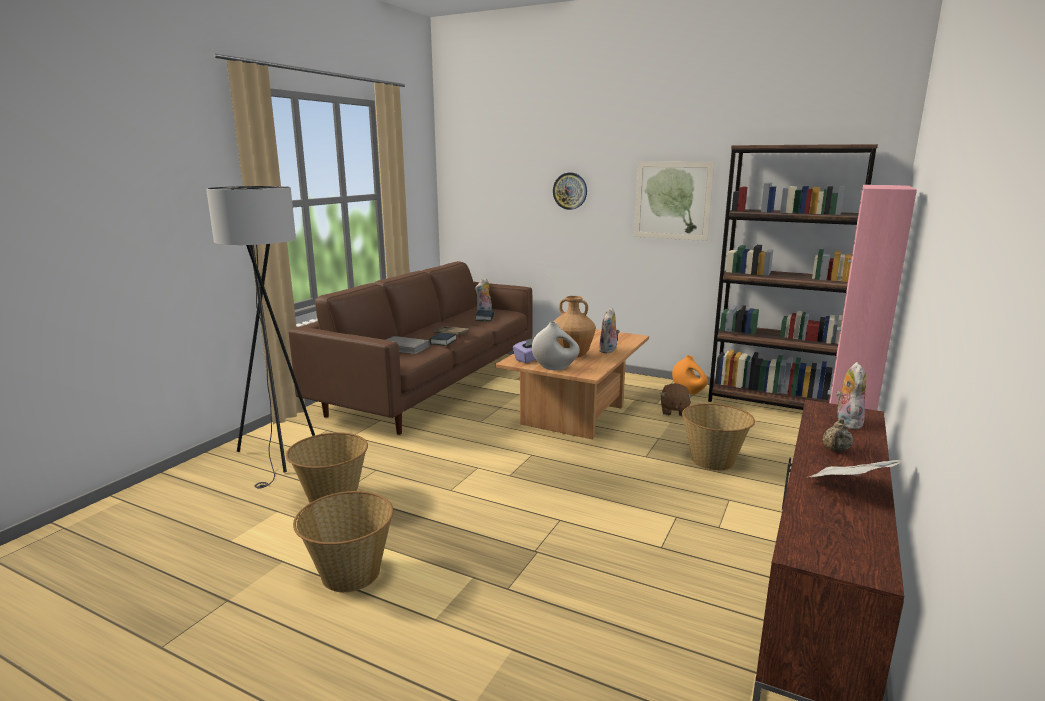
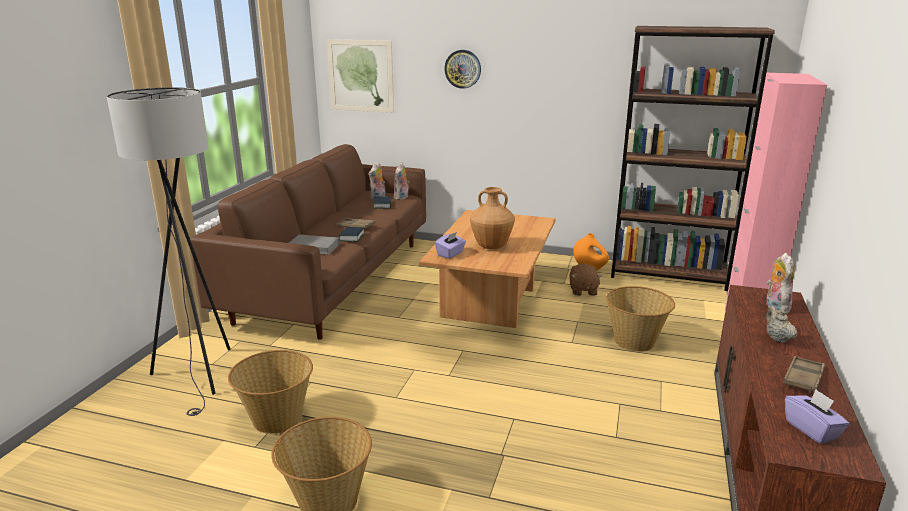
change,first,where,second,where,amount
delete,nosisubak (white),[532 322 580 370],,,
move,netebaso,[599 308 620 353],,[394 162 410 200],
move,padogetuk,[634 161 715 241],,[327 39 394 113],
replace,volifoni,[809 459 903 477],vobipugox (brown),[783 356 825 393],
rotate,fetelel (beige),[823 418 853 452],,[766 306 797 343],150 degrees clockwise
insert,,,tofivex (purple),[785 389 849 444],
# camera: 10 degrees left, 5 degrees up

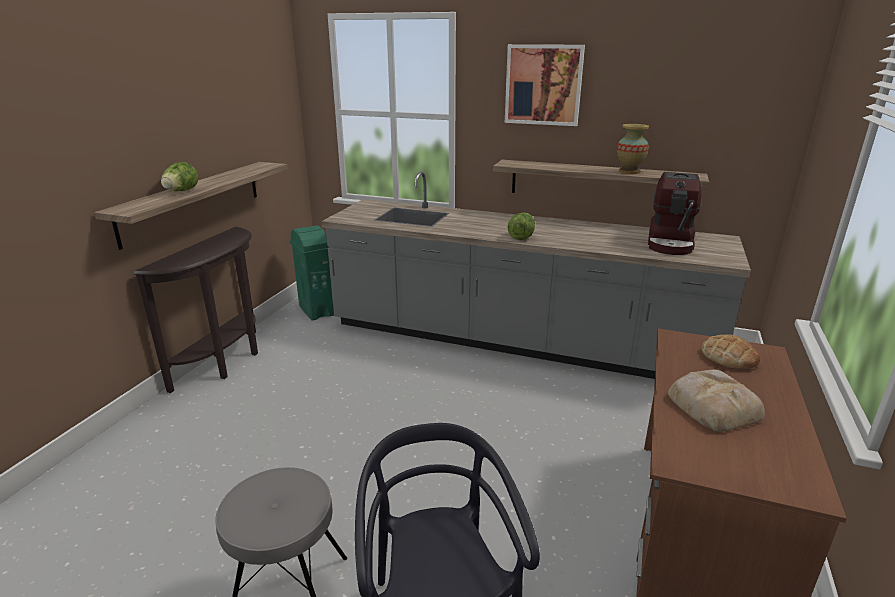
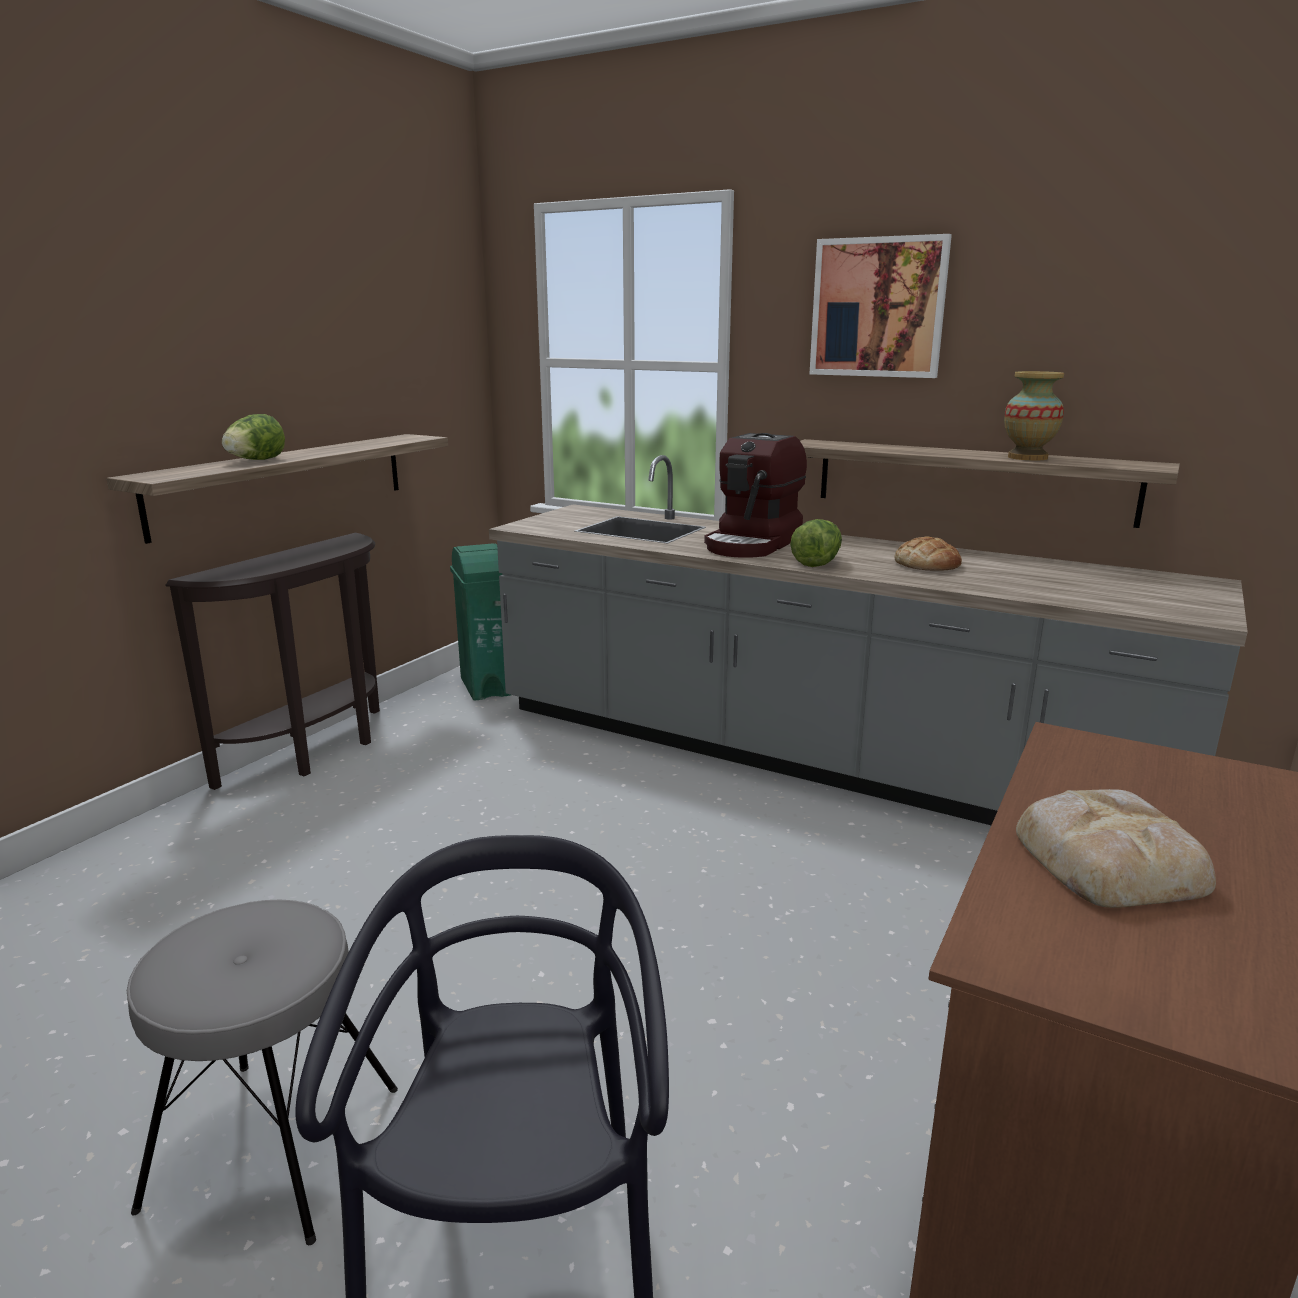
change,first,where,second,where,amount
move,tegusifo,[648 172 702 255],,[704 433 807 558],
move,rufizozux,[701 334 760 369],,[894 536 962 571],
# camera: 10 degrees right, 5 degrees down

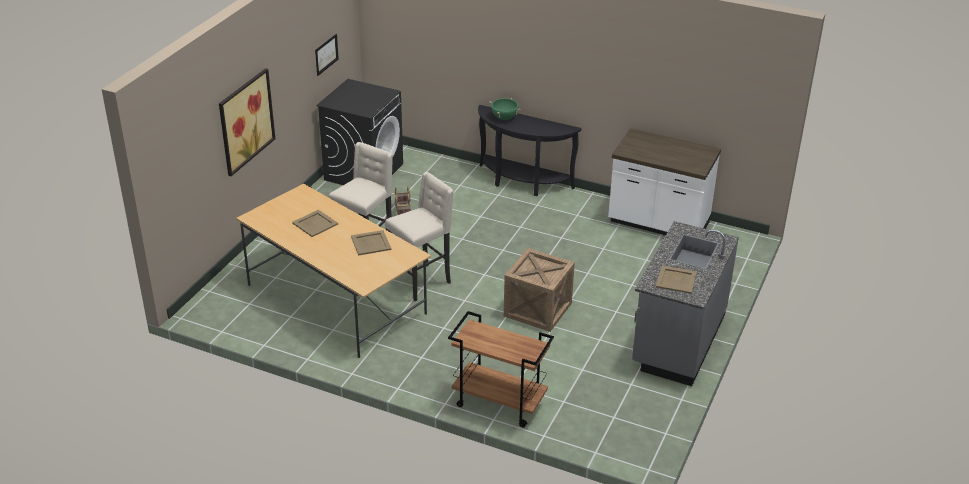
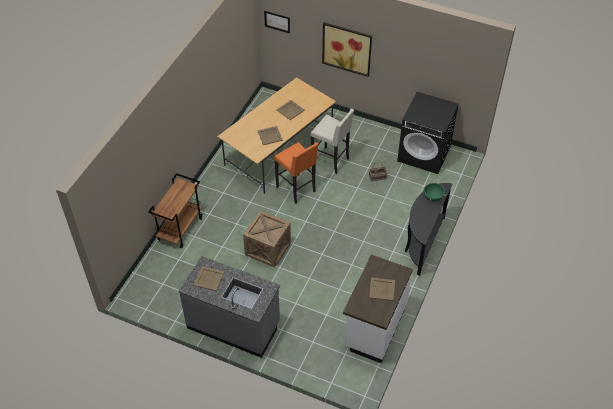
change,first,where,second,where,amount
move,padogetuk,[315 34 339 76],,[264 11 290 34],
recolor,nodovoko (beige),[385 172 454 301],nodovoko (orange),[274 142 318 204],
insert,,,vobipugox (beige),[369 277 395 301],
# camera: 90 degrees right, 15 degrees up

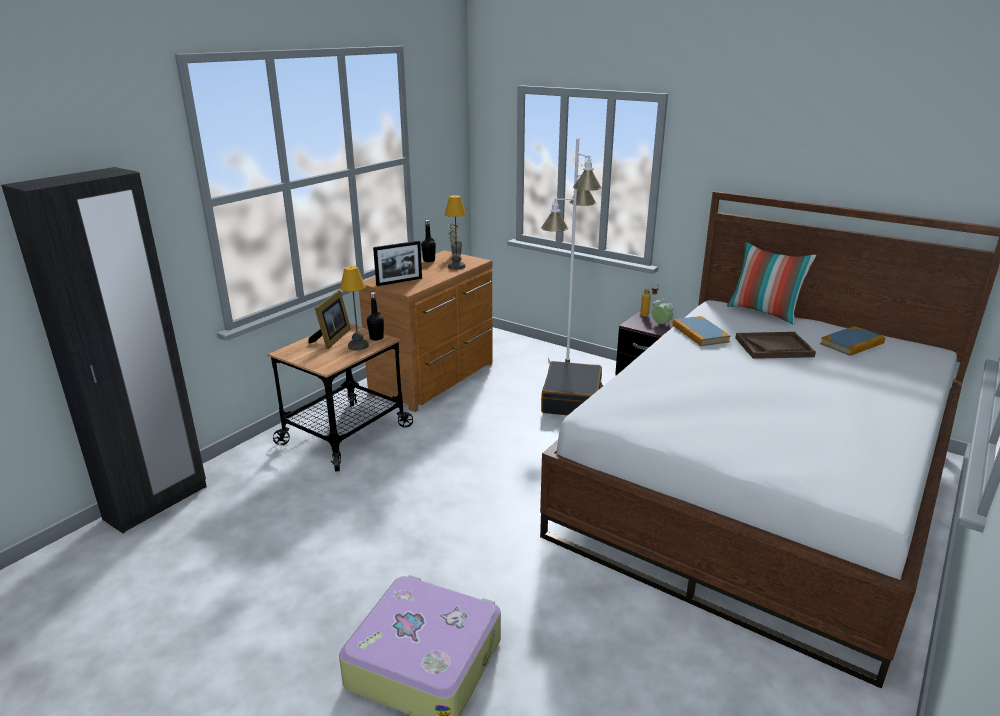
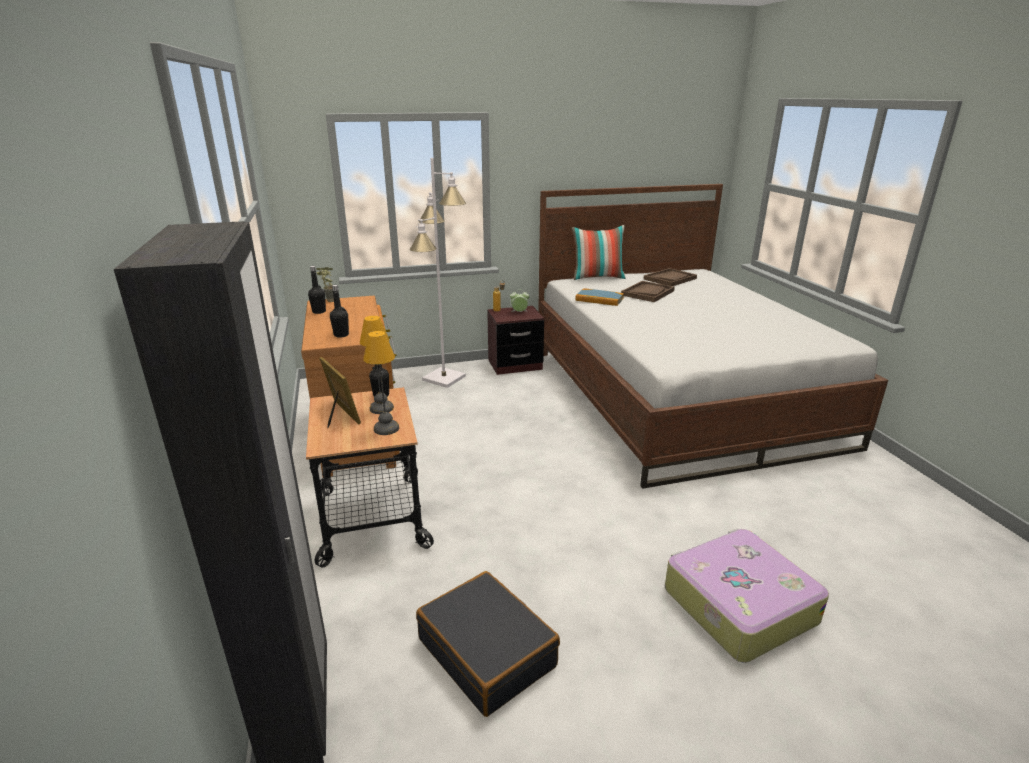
change,first,where,second,where,amount
replace,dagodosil,[373 241 422 286],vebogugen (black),[330 285 349 338],
move,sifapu,[445 195 466 270],,[363 331 399 435],
move,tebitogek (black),[541 361 603 415],,[416 571 560 717],
replace,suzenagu,[820 326 885 356],vobipugox (brown),[643 268 697 286],
# camera: 50 degrees left, 0 degrees up

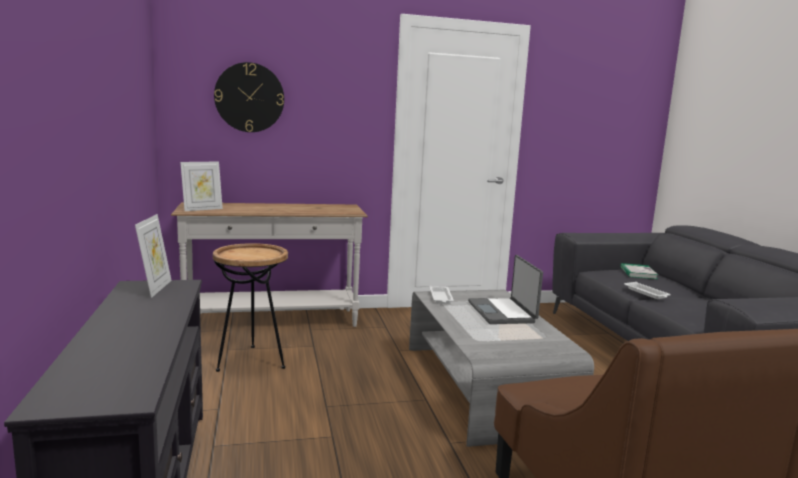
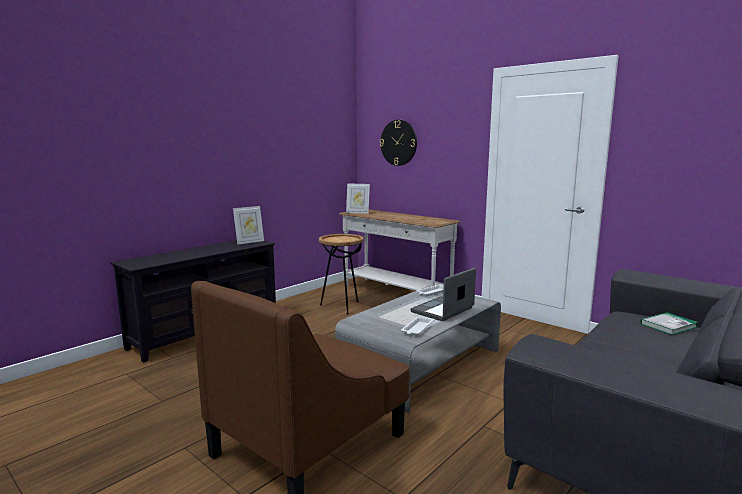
change,first,where,second,where,amount
move,vobipugox (white),[624 282 671 299],,[401 316 434 336],
# camera: 55 degrees right, 0 degrees up

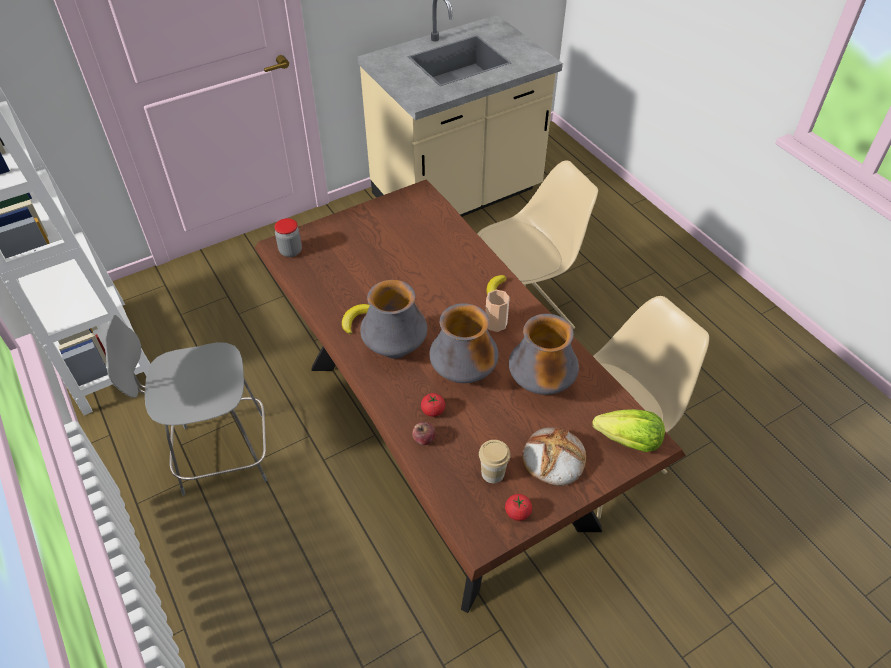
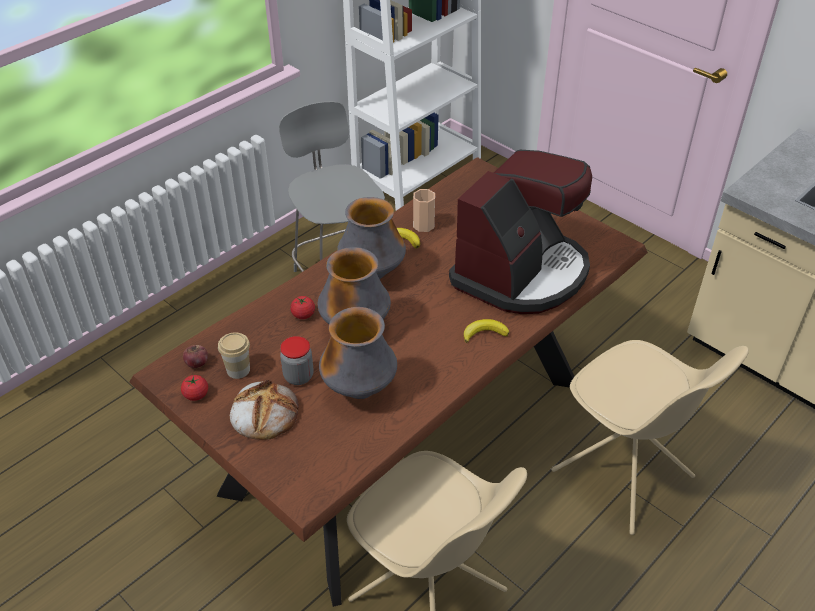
change,first,where,second,where,amount
move,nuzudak,[274 218 302 257],,[280 336 313 385],
move,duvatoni,[412 422 435 445],,[183 345 208 368],
move,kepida,[485 290 510 332],,[413 189 435 232],
delete,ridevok,[593 409 665 452],,,
insert,,,tegusifo,[449 150 592 314],
# camera: 75 degrees right, 5 degrees down

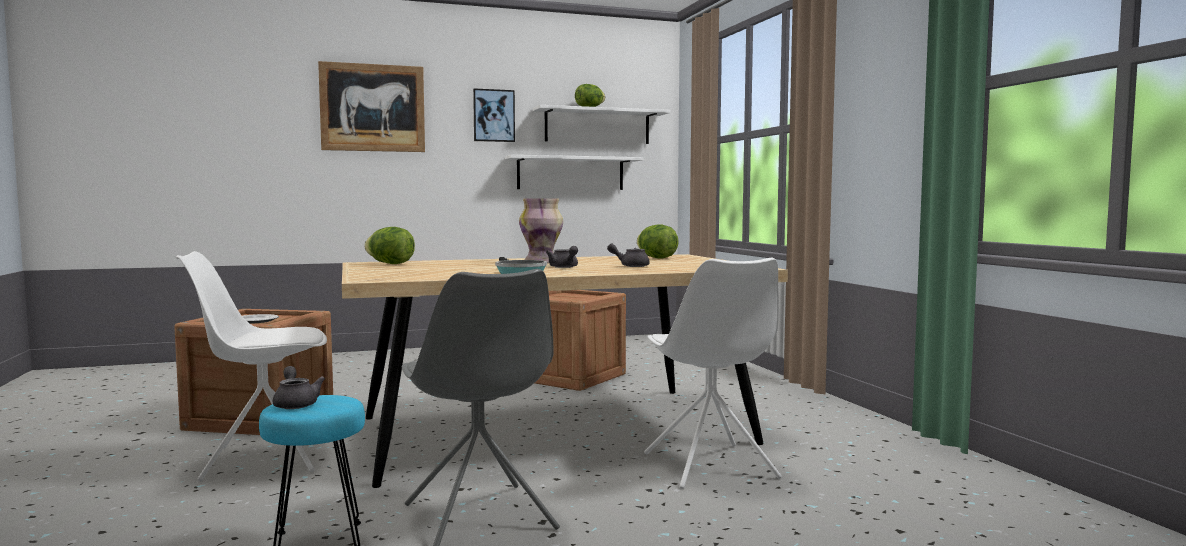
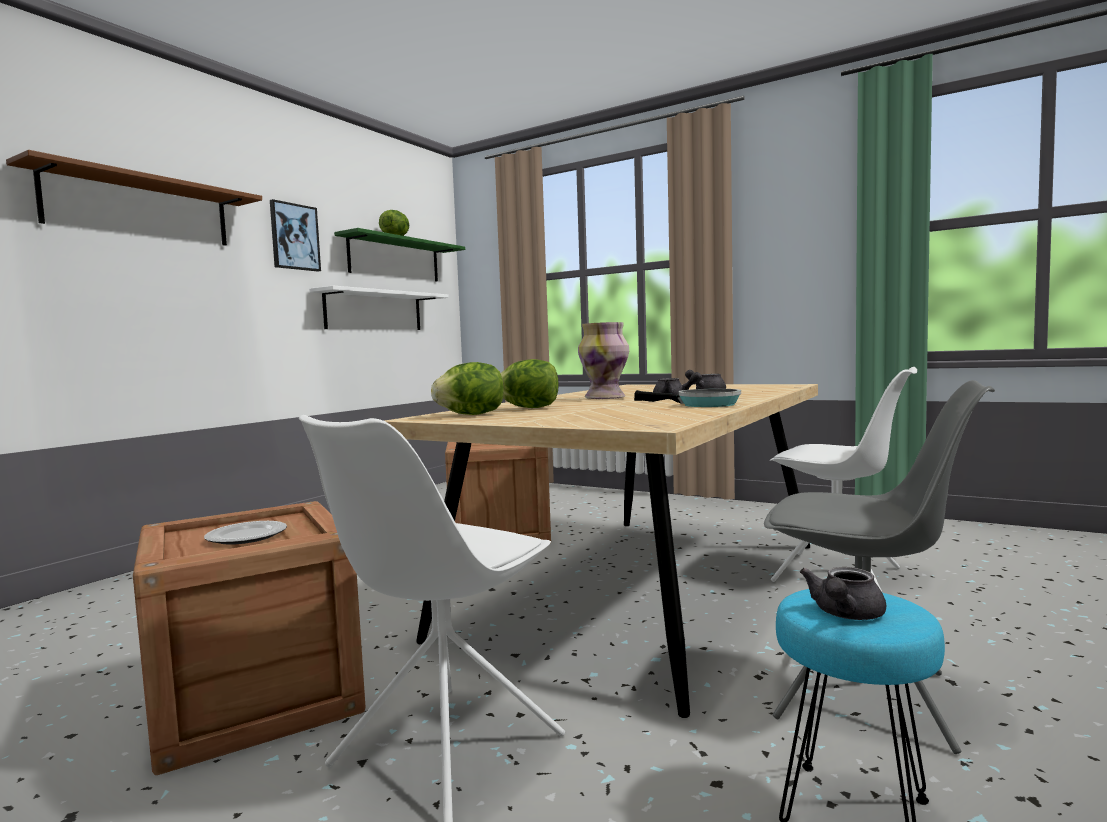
change,first,where,second,where,amount
rotate,fetelel (grey),[273 366 325 409],,[800 567 886 620],75 degrees counterclockwise
replace,padogetuk,[318 61 425 152],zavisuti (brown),[6 150 262 246],
recolor,zavisuti (white),[533 105 670 144],zavisuti (green),[334 228 465 282],
move,ridevok,[637 224 679 259],,[501 359 558 408],
# camera: 40 degrees left, 0 degrees up

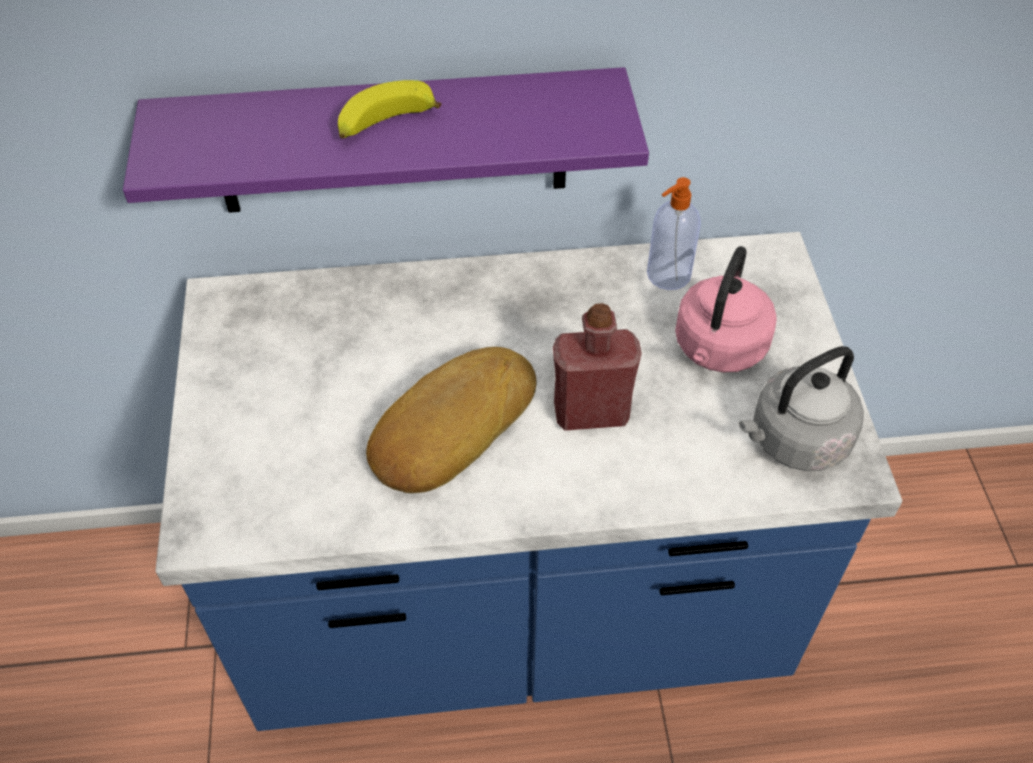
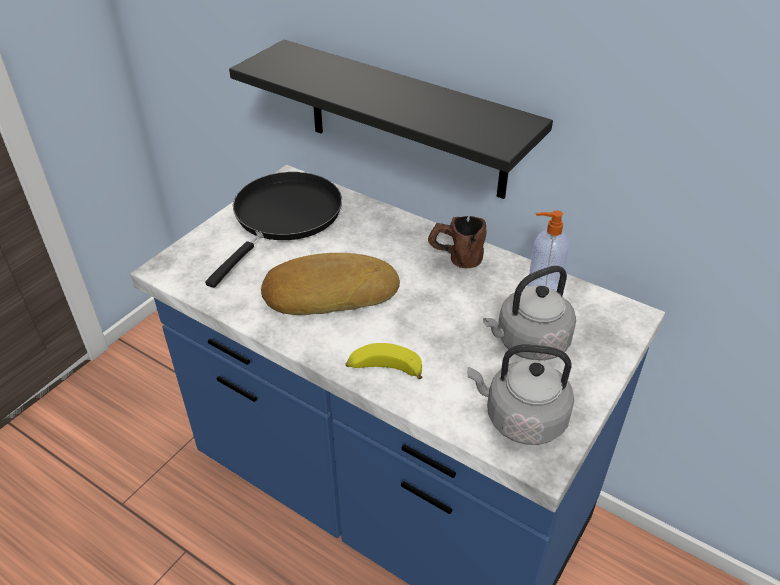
change,first,where,second,where,amount
recolor,zavisuti (purple),[123 67 649 213],zavisuti (black),[229 40 553 199],
move,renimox,[338 80 441 139],,[345 343 422 379],
delete,vebogugen (red),[553 303 642 431],,,
recolor,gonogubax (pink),[675 246 777 373],gonogubax (grey),[483 266 576 361],
insert,,,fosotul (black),[205 172 342 288],
insert,,,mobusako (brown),[428 216 487 268],
# camera: 40 degrees right, 10 degrees down

